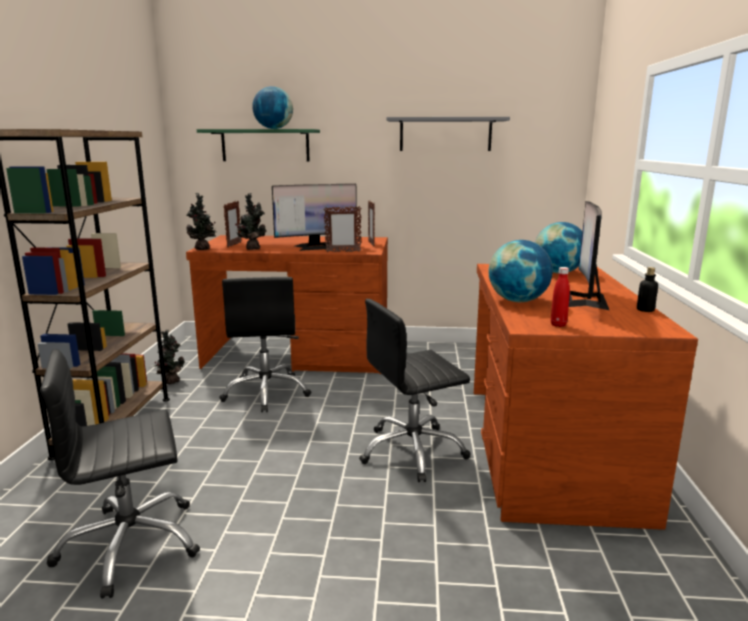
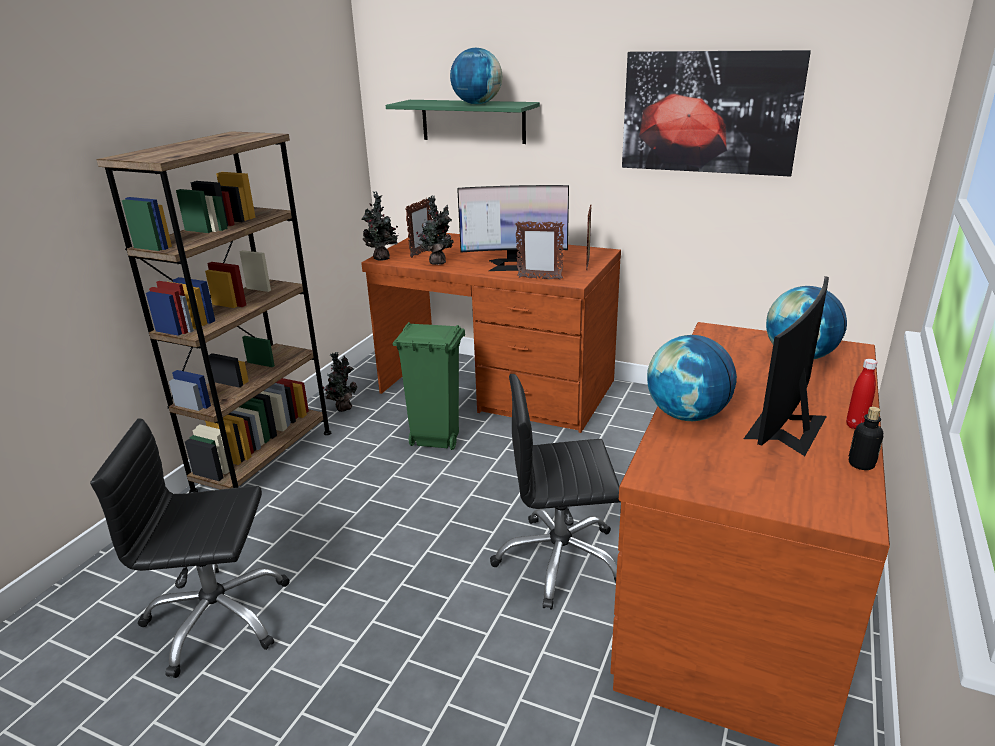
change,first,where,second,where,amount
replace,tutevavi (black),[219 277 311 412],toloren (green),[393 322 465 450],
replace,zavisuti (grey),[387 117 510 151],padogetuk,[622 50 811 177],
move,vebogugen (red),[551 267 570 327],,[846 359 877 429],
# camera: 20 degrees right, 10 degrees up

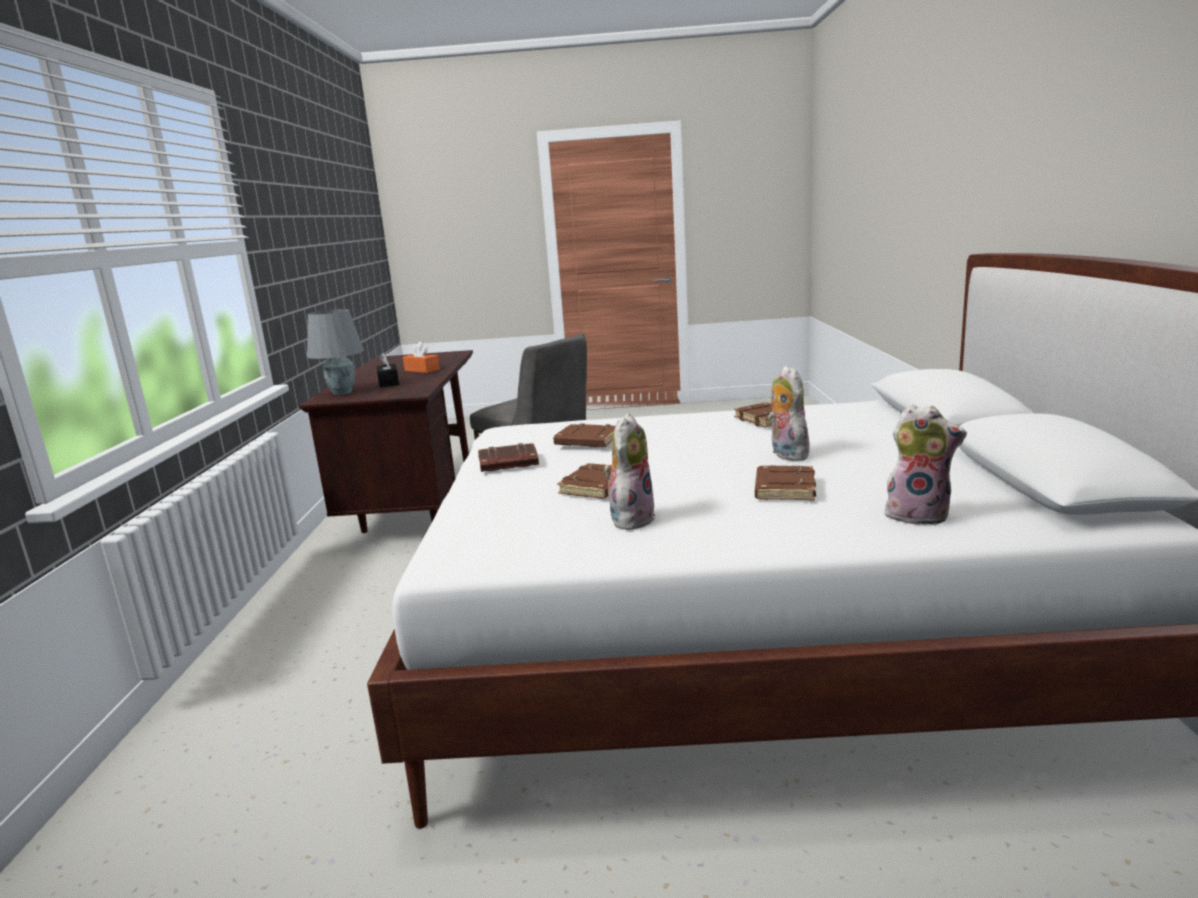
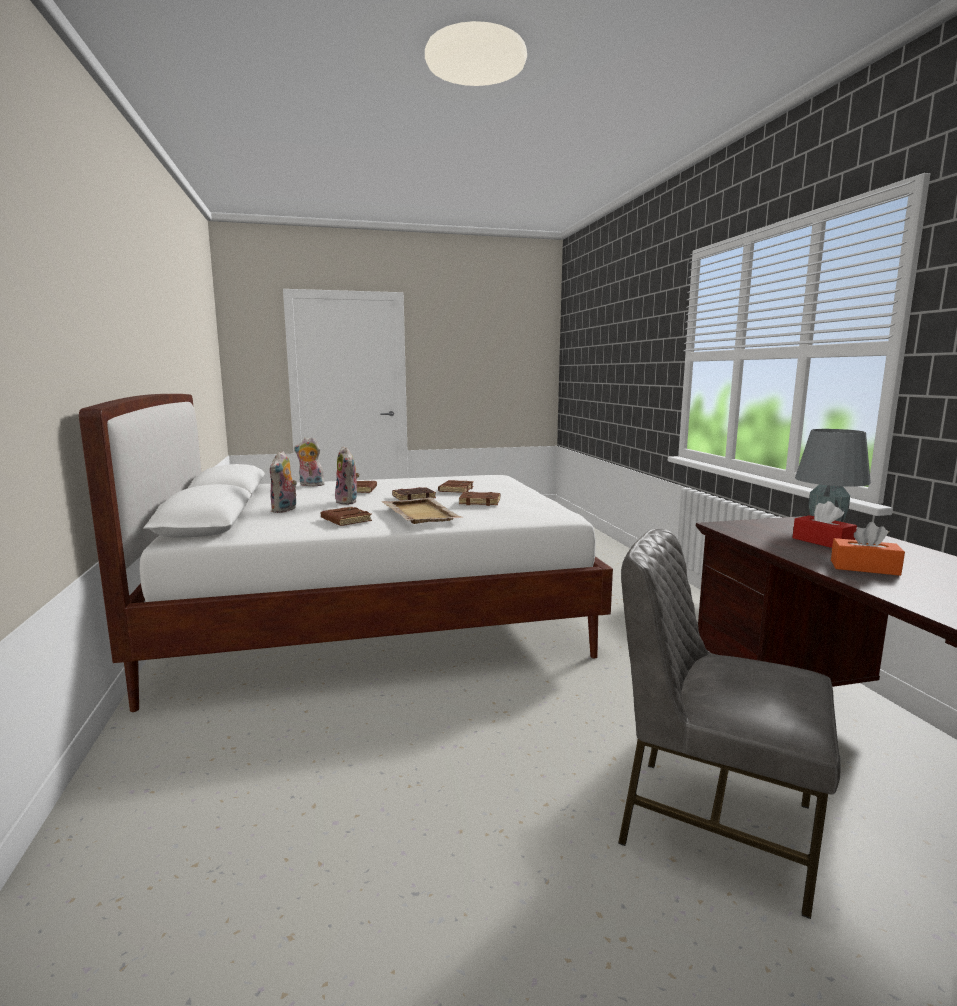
change,first,where,second,where,amount
recolor,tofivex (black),[377 353 399 387],tofivex (red),[793 501 857 548],
move,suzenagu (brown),[478 443 539 472],,[392 487 436 500],
move,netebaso,[603 413 656 530],,[270 451 297 513],
insert,,,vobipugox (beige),[382 497 463 524],
# camera: 165 degrees right, 5 degrees down

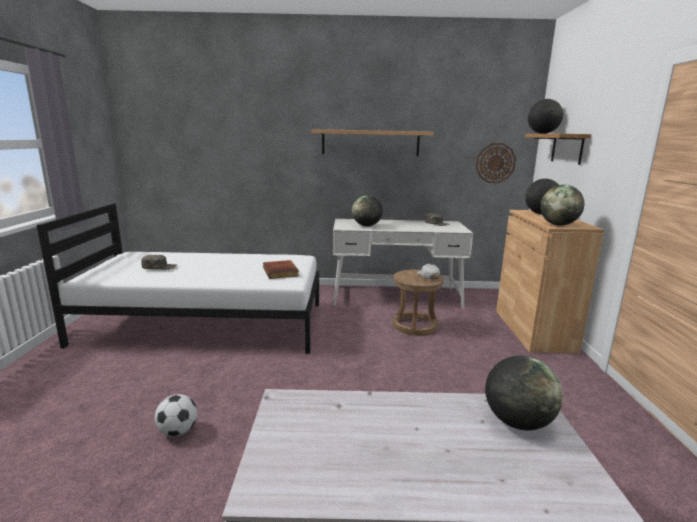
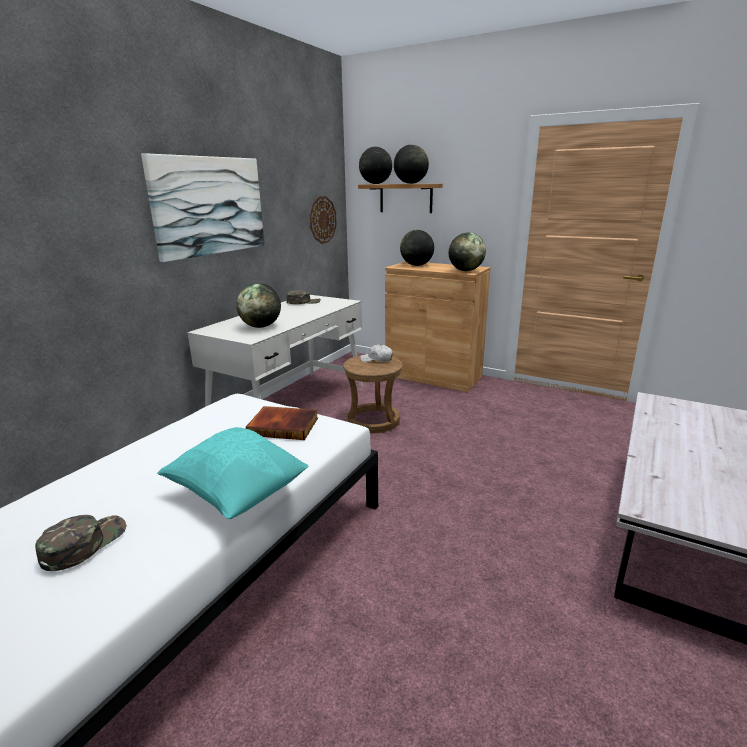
change,first,where,second,where,amount
delete,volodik,[155 394 197 436],,,
replace,zavisuti,[311 129 434 156],padogetuk,[141 153 264 262],
move,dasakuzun,[485 356 563 430],,[394 145 429 184],
insert,,,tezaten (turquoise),[157 427 308 519],
# camera: 60 degrees left, 5 degrees up

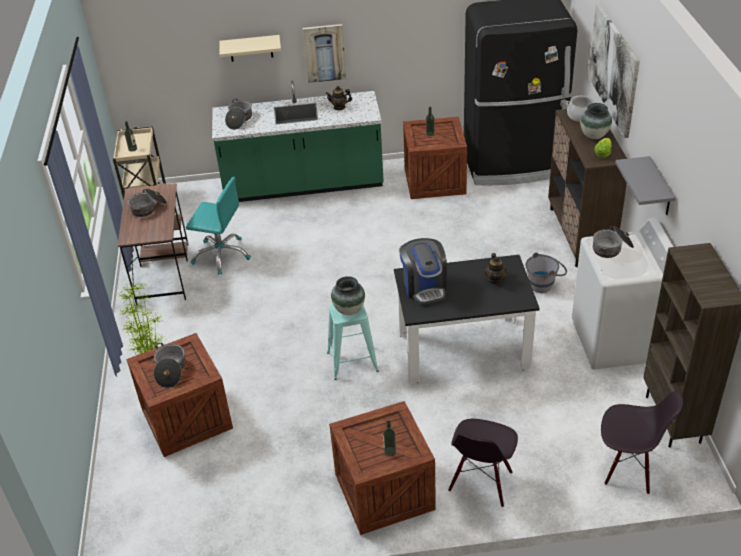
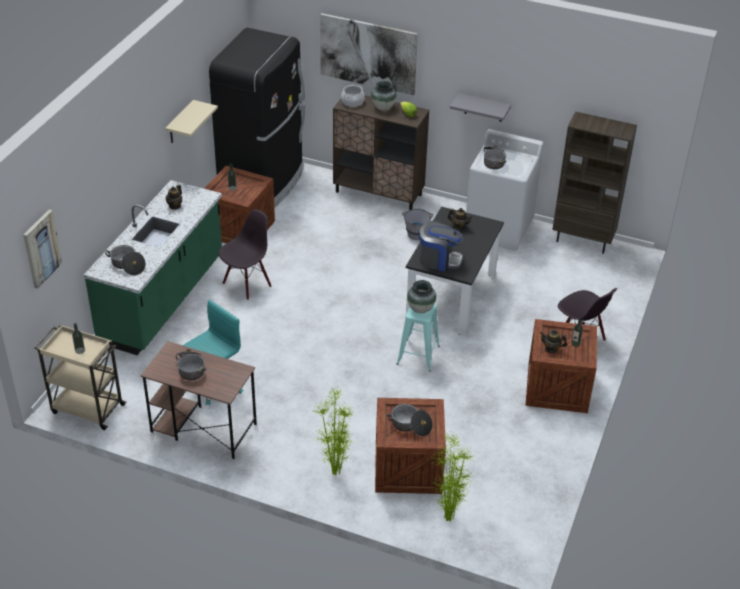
change,first,where,second,where,amount
move,zavisuti (beige),[219 35 281 62],,[165 100 218 143],
move,padogetuk,[303 24 346 83],,[23 210 62 289],
move,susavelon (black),[601 391 683 494],,[218 209 271 300],
insert,,,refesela,[431 431 476 521],
insert,,,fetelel,[540 329 567 354],
# camera: 65 degrees left, 0 degrees up

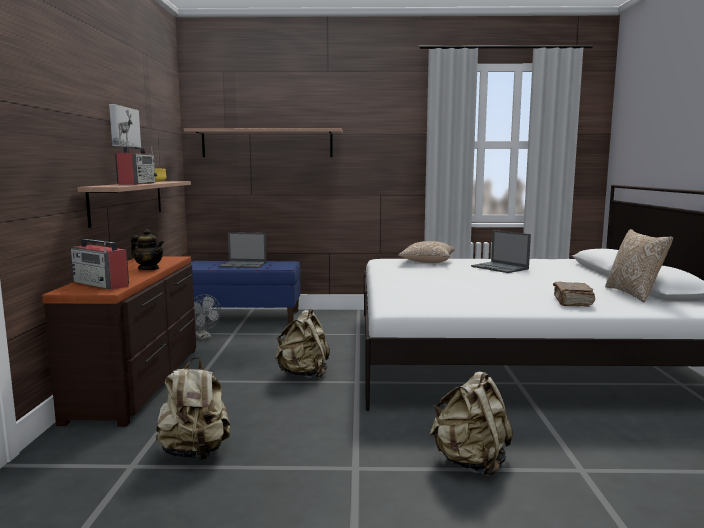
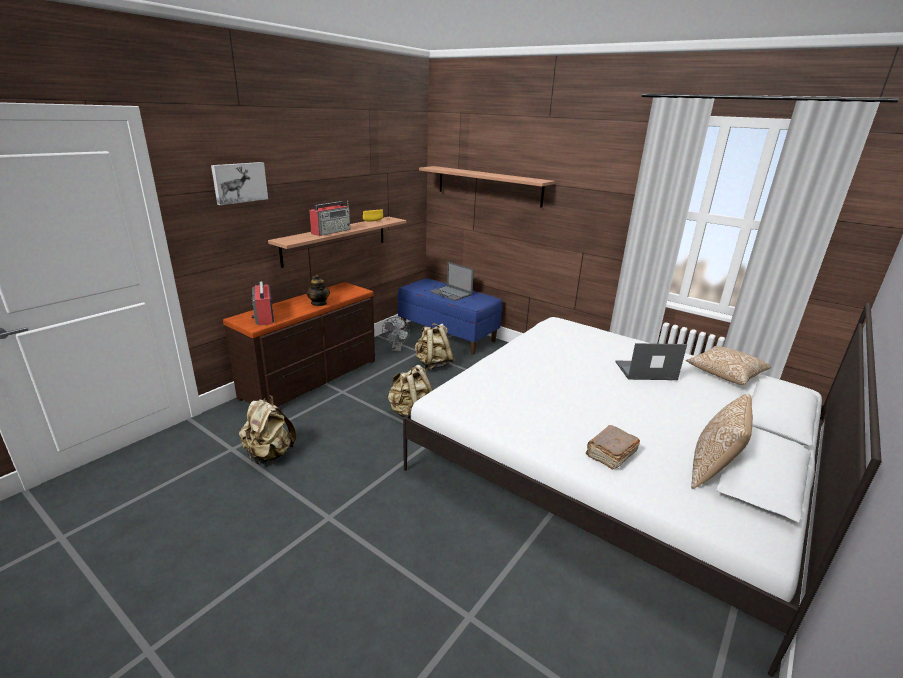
change,first,where,second,where,amount
move,padogetuk,[109 104 141 148],,[211 162 268 205],
move,tezaten,[398 241 455 263],,[686 346 771 385],
move,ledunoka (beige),[429 371 513 477],,[415 323 455 370],
rotate,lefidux,[471 230 531 273],,[615 343 687 380],90 degrees clockwise
# camera: 35 degrees right, 15 degrees up

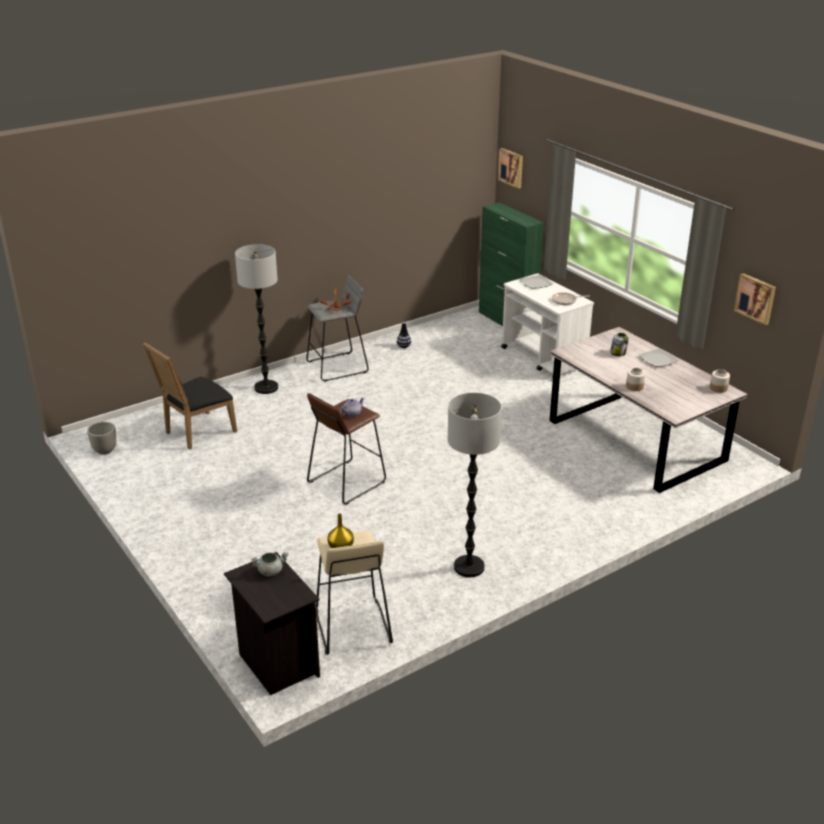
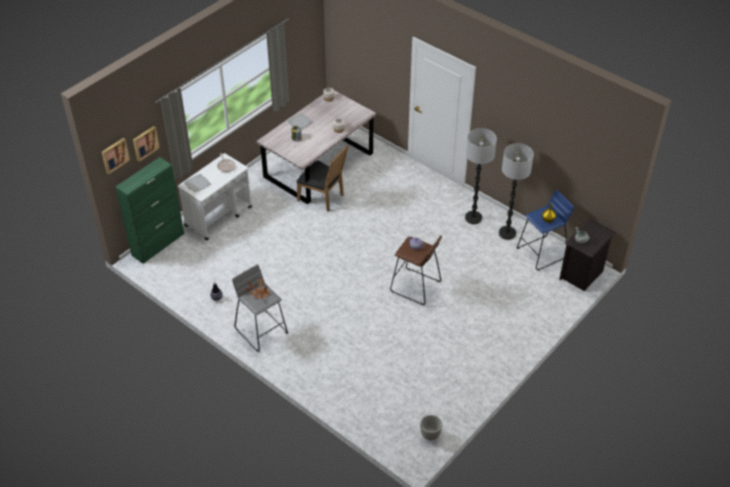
change,first,where,second,where,amount
move,susavelon (black),[143 343 237 450],,[297 144 349 212],
move,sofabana,[235 244 278 394],,[499 143 534 240],
recolor,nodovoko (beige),[316 530 393 655],nodovoko (blue),[517 190 574 270],
move,padogetuk,[734 273 776 325],,[133 126 160 162],
# camera: 105 degrees left, 15 degrees up

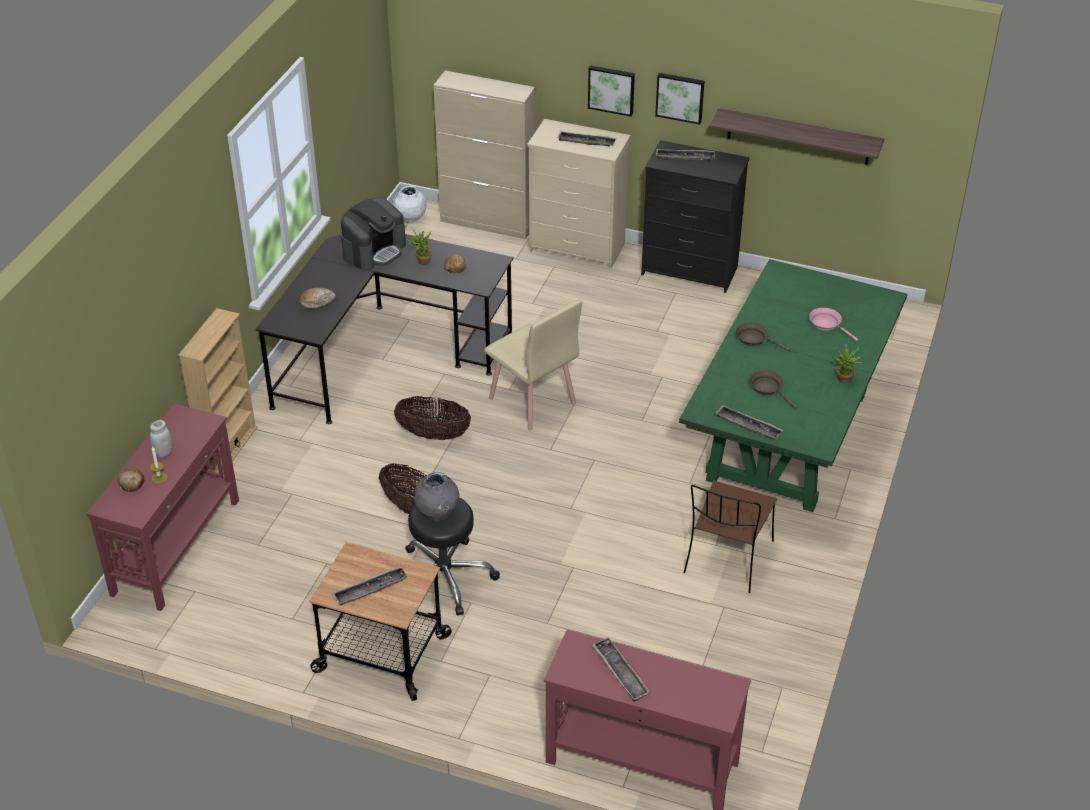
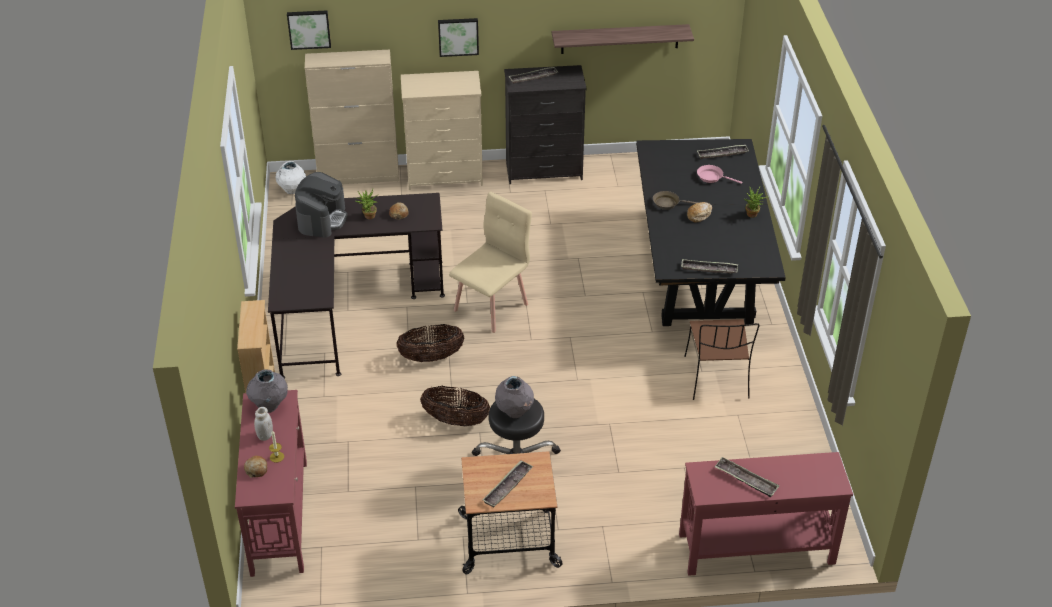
change,first,where,second,where,amount
move,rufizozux,[300 288 336 309],,[687 202 712 223],
rotate,susavelon (beige),[484 300 582 430],,[449 192 532 333],75 degrees counterclockwise
move,vobipugox,[557 131 617 146],,[697 144 749 159],
move,padogetuk,[655 73 705 125],,[287 10 331 50],
recolor,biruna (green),[679 259 907 512],biruna (black),[636 139 786 326],
delete,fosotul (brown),[749 370 797 409],,,
insert,,,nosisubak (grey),[246 370 288 413],
# camera: 25 degrees left, 0 degrees up

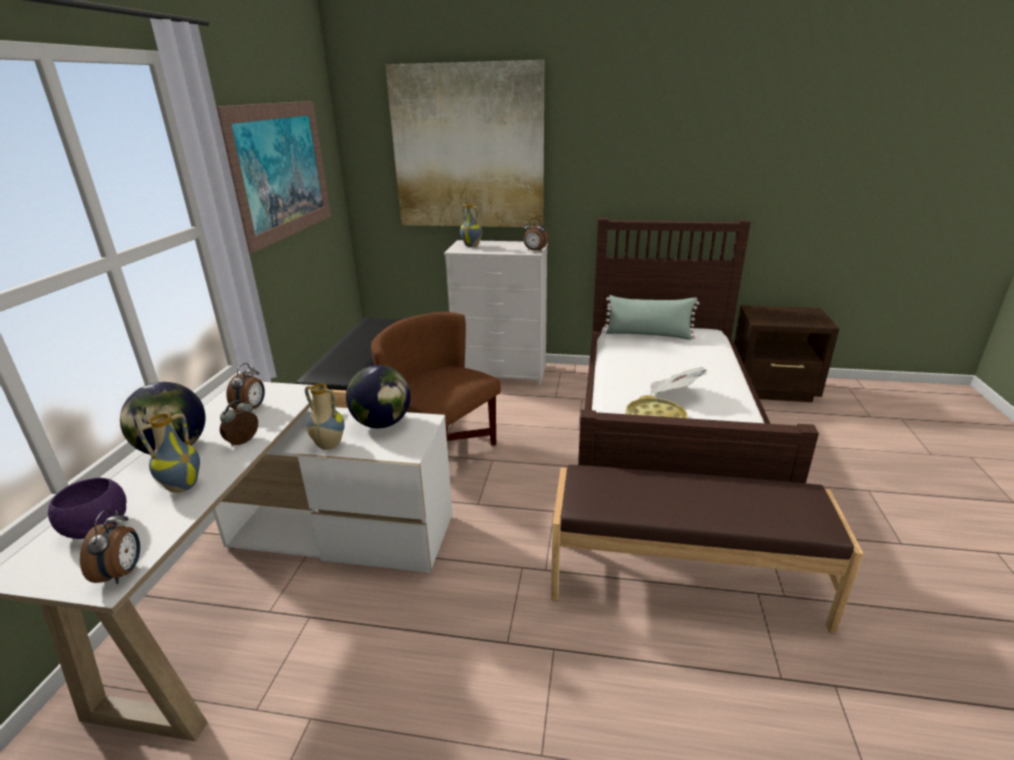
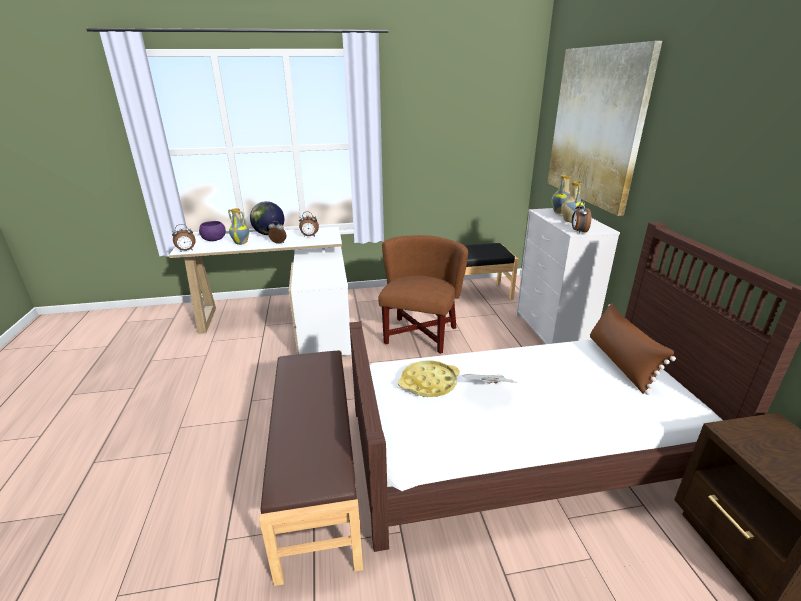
change,first,where,second,where,amount
delete,padogetuk,[216 101 331 254],,,
move,nosisubak,[305 384 345 450],,[561 181 584 222],
delete,dasakuzun,[346 365 411 428],,,
recolor,tezaten (green),[603 295 700 340],tezaten (brown),[590 303 676 395],
# camera: 70 degrees right, 0 degrees up

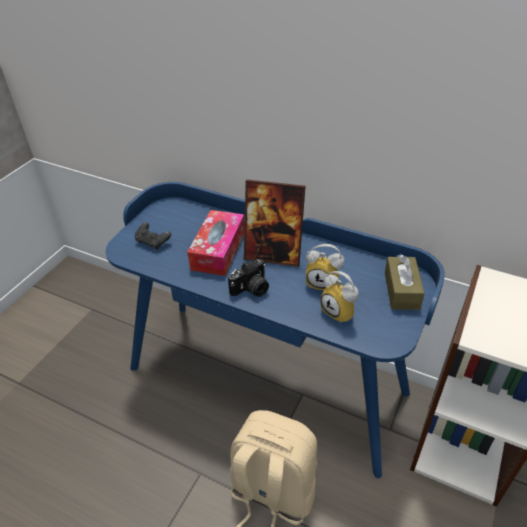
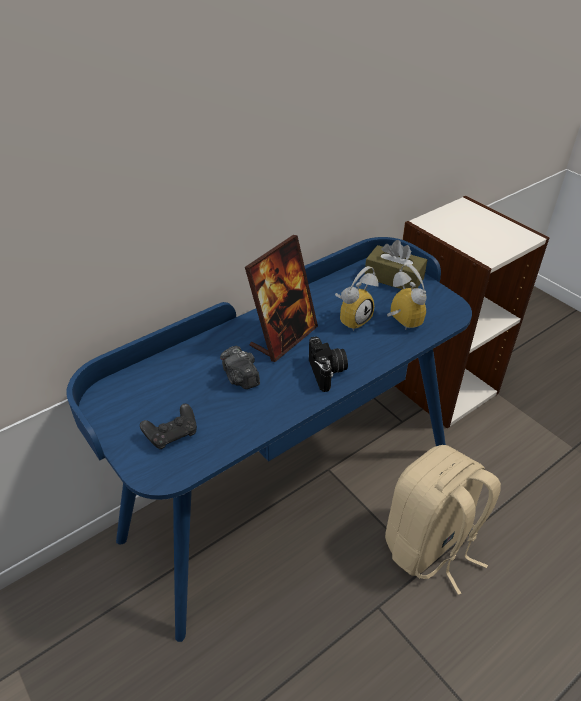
change,first,where,second,where,amount
replace,tofivex,[187 210 245 276],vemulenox,[220 346 260 389],
rotate,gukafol,[320 271 359 324],,[387 264 426 329],105 degrees counterclockwise
# camera: 65 degrees left, 0 degrees up

